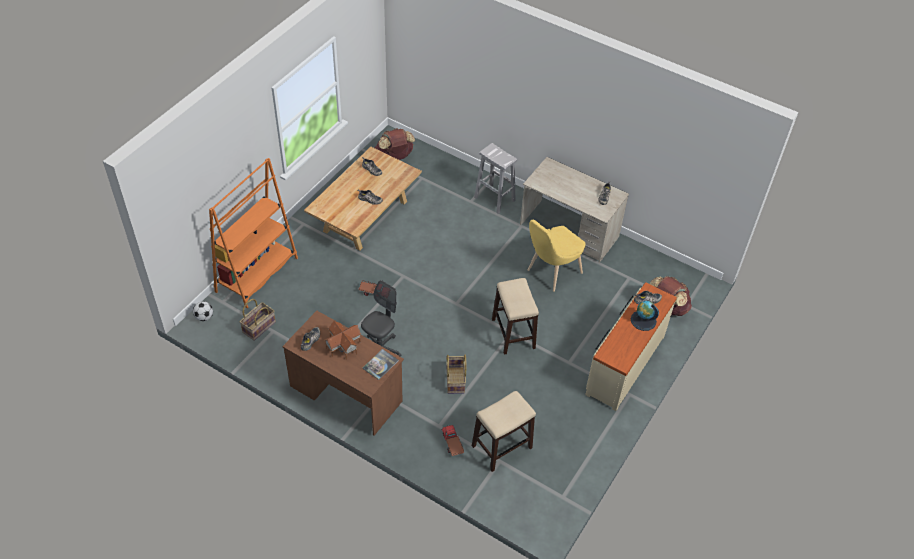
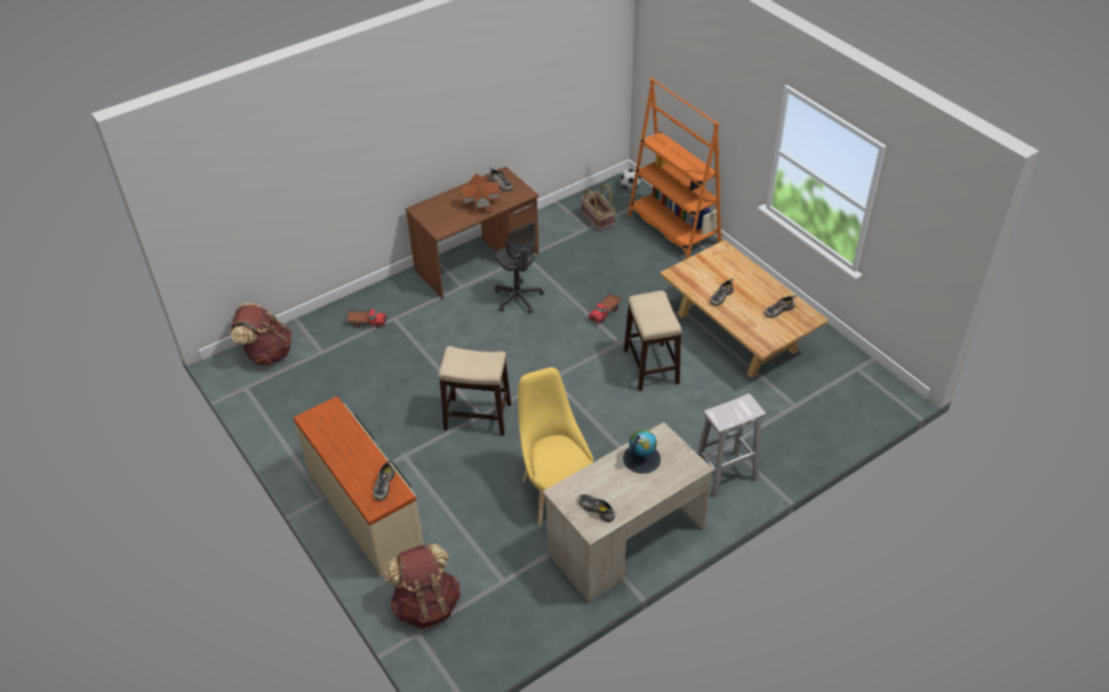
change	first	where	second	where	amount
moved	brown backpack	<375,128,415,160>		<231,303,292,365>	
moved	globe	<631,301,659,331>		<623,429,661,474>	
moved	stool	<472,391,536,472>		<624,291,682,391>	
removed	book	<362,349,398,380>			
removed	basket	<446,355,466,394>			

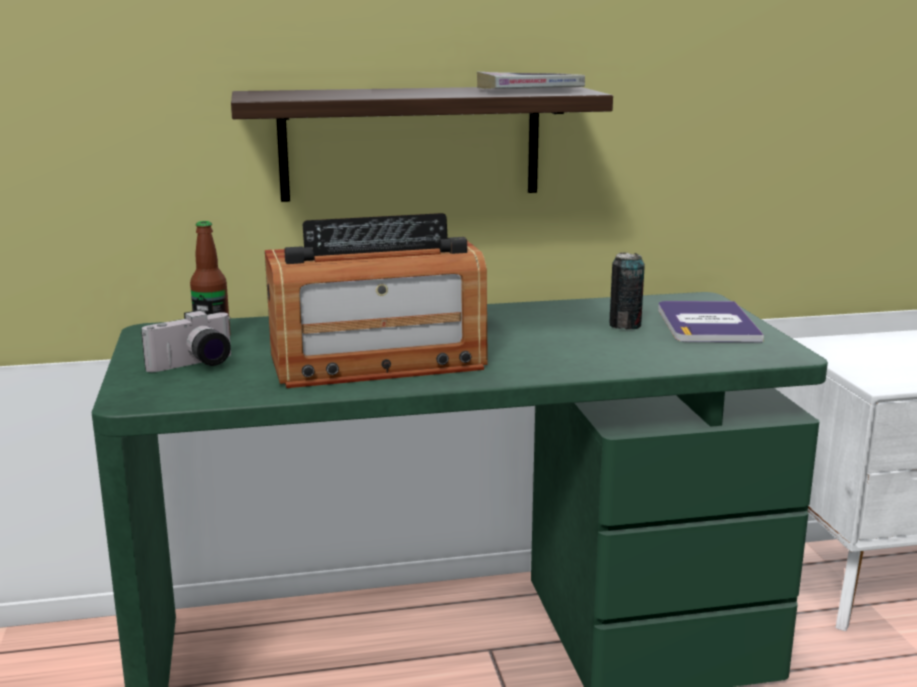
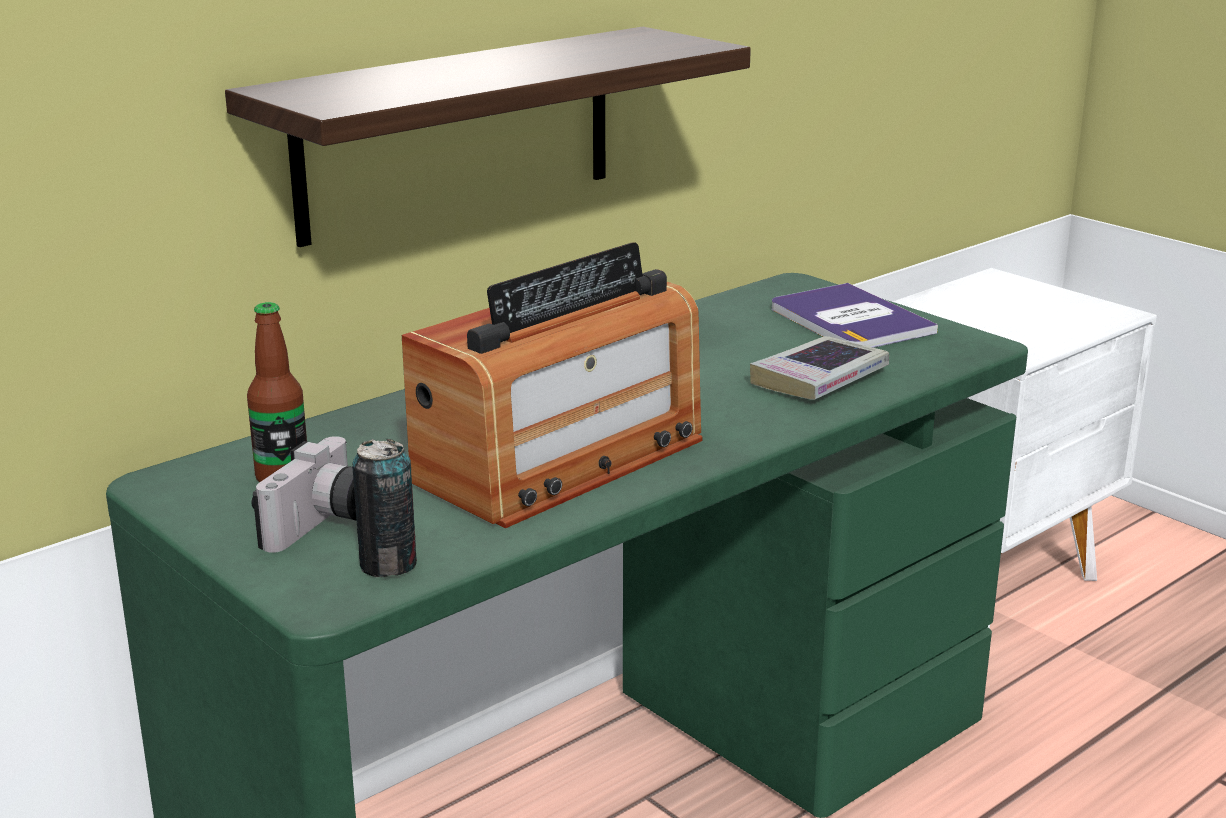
change	first	where	second	where	amount
moved	can	<609,252,645,329>		<353,439,417,577>	
moved	book	<477,71,585,89>		<750,336,889,400>	

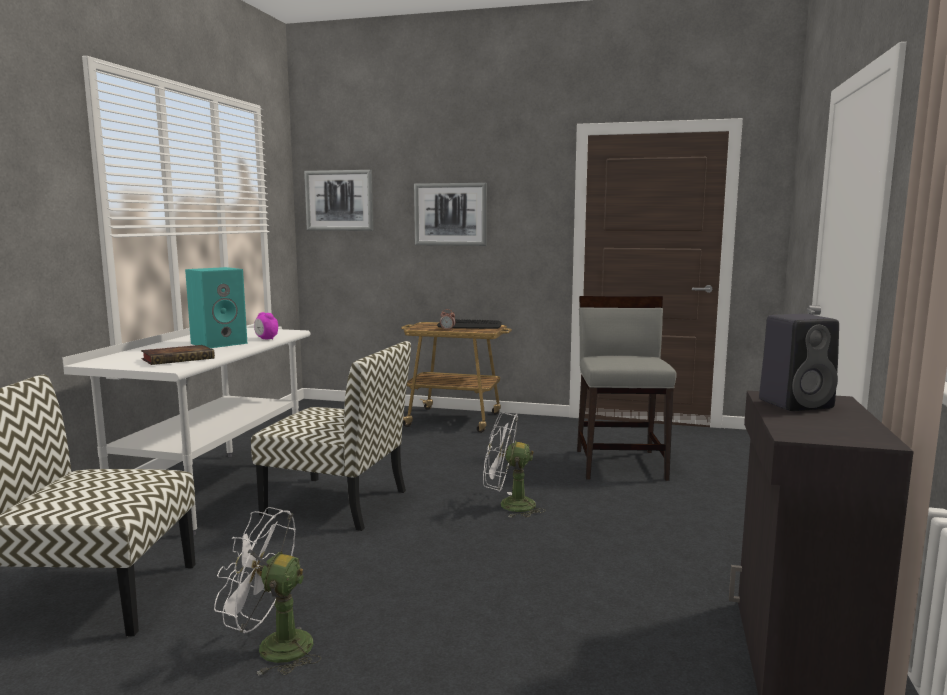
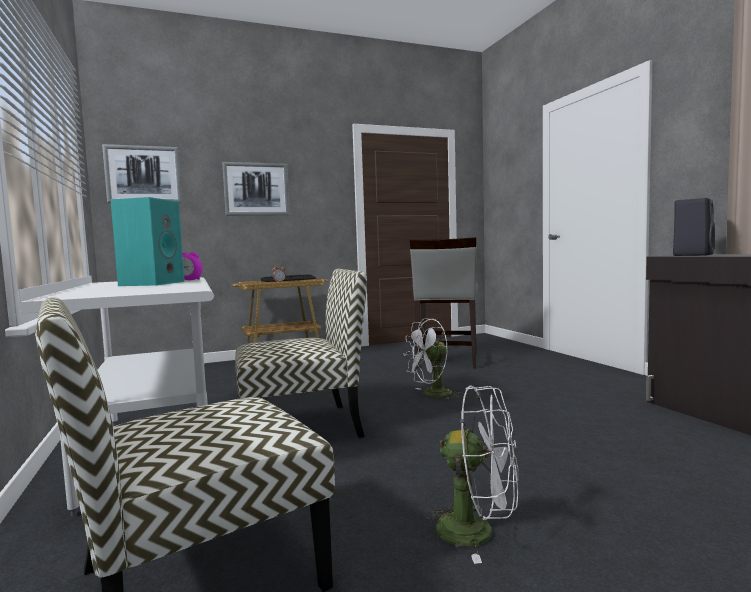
change	first	where	second	where	amount
turned	grey chair	<577,296,677,481>		<410,237,478,369>	135 degrees counterclockwise
turned	white fan	<214,507,321,676>		<424,385,519,564>	135 degrees counterclockwise
removed	book	<141,345,215,365>			

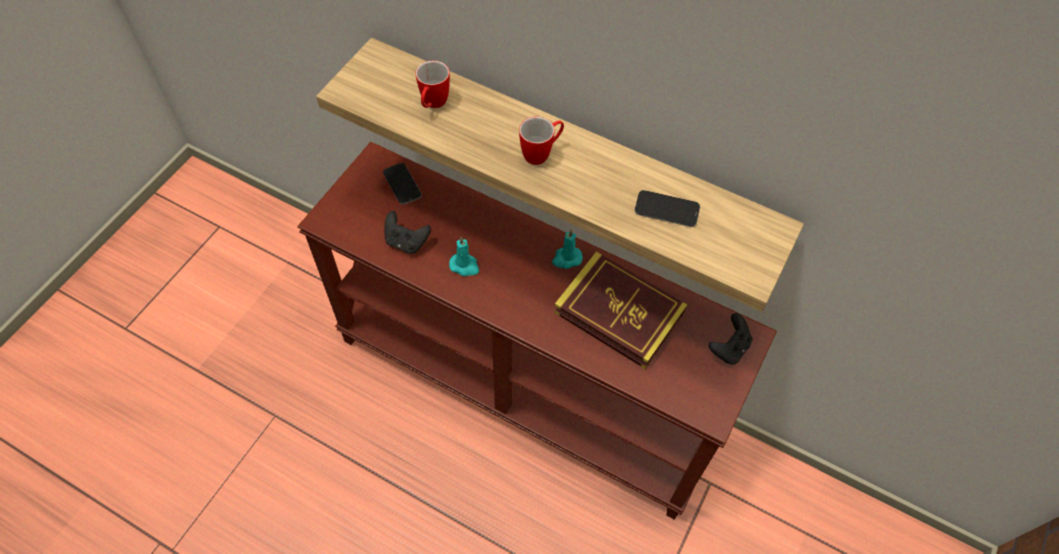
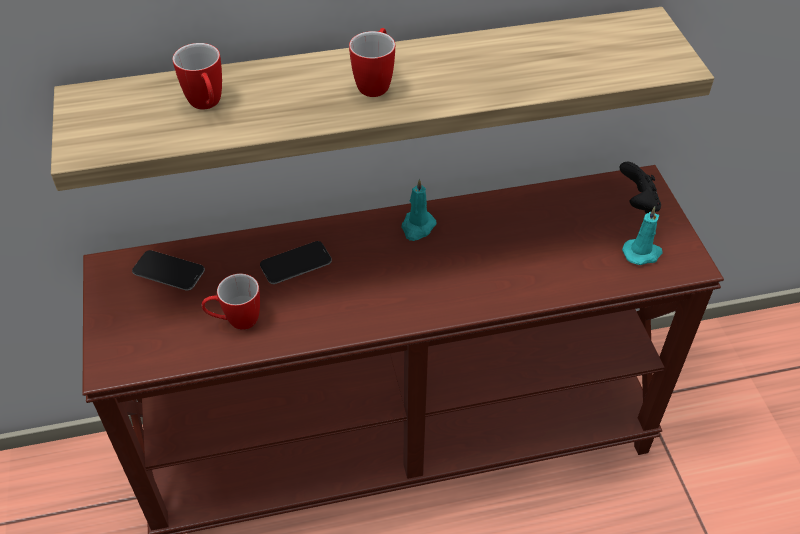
change	first	where	second	where	amount
replaced	black game controller	<385,211,431,254>	mug	<202,274,260,330>	
moved	phone	<635,190,700,227>		<260,241,332,284>	
moved	turquoise candle	<449,237,479,276>		<622,207,663,265>	
removed	book	<554,252,687,369>			

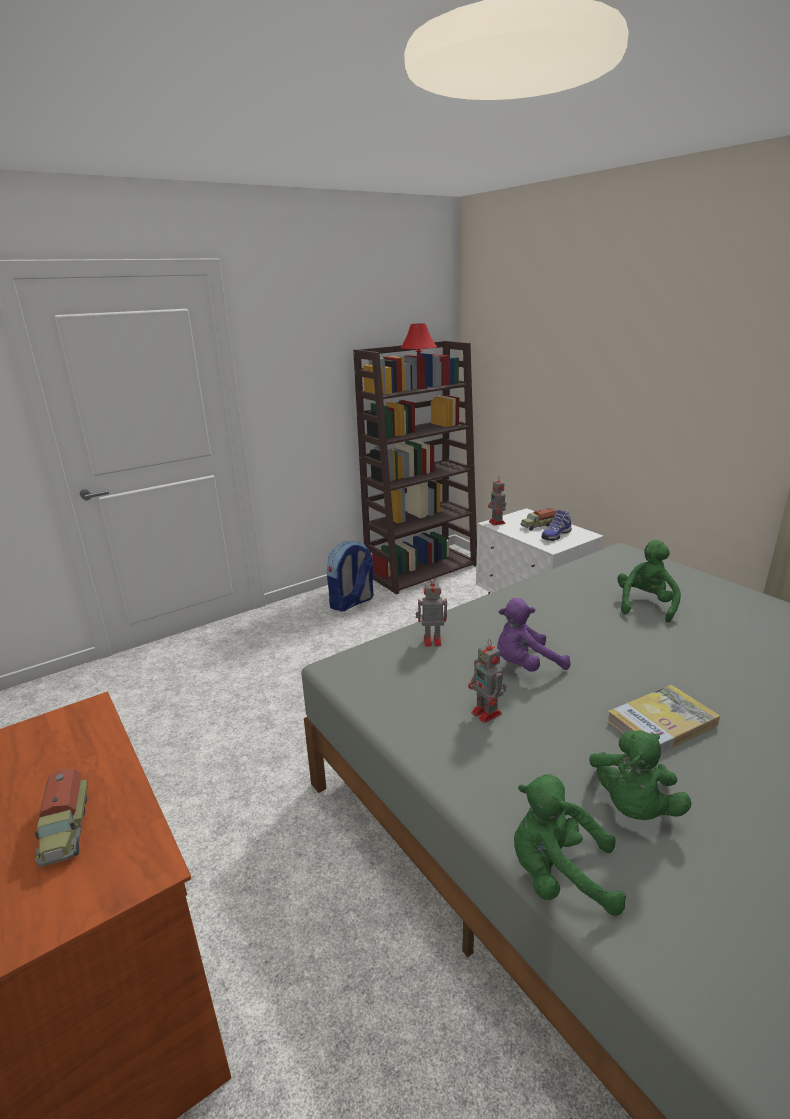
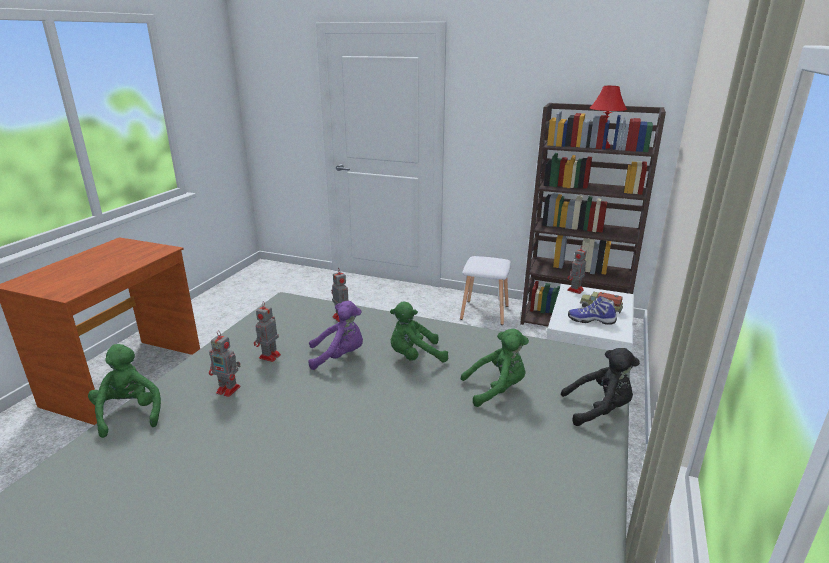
change	first	where	second	where	amount
added			toy robot	<209,331,241,397>	
turned	purple plush toy	<497,598,570,672>		<309,301,363,370>	135 degrees clockwise
moved	green plush toy	<589,730,691,820>		<390,302,448,362>	
replaced	backpack	<327,541,373,611>	white stool	<460,256,511,325>	
added			black plush toy	<560,348,640,426>	
removed	toy truck	<35,769,88,866>			
removed	book	<607,685,720,753>			

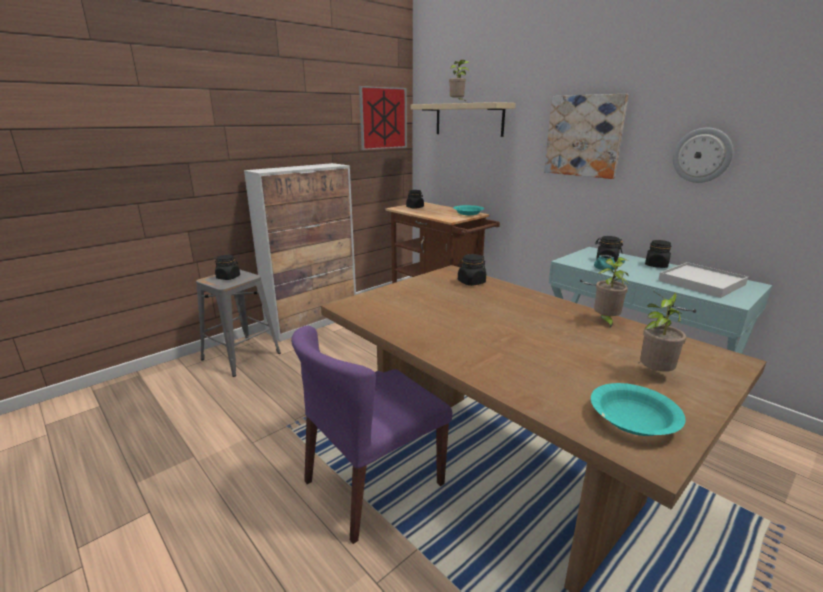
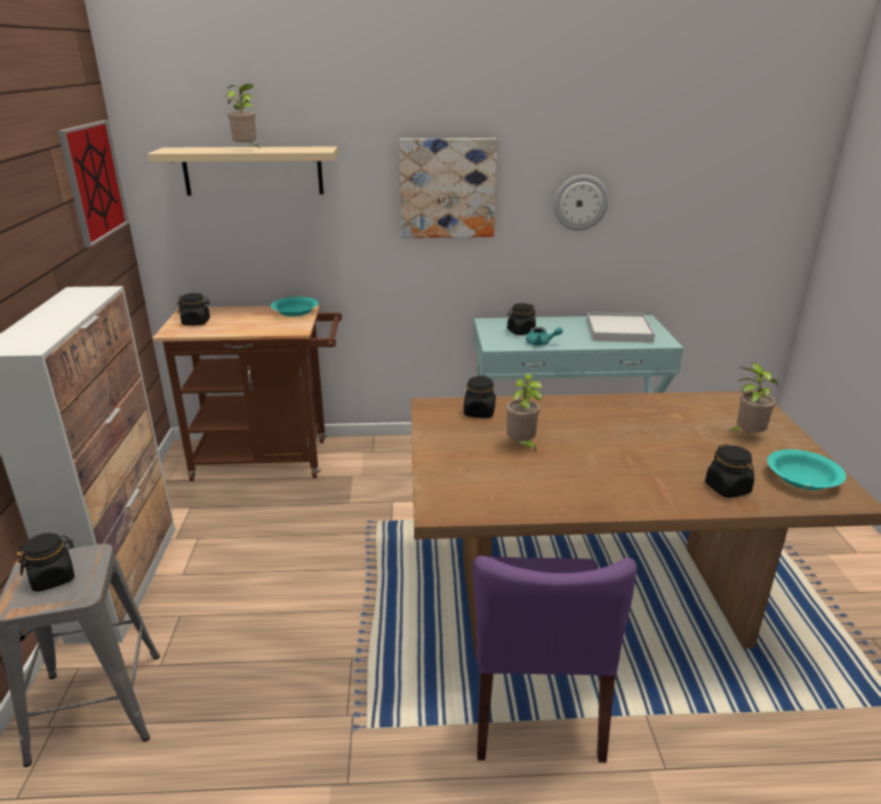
change	first	where	second	where	amount
moved	potted plant	<594,257,629,328>		<506,374,543,452>	
moved	black jar	<645,240,671,268>		<705,444,754,498>	

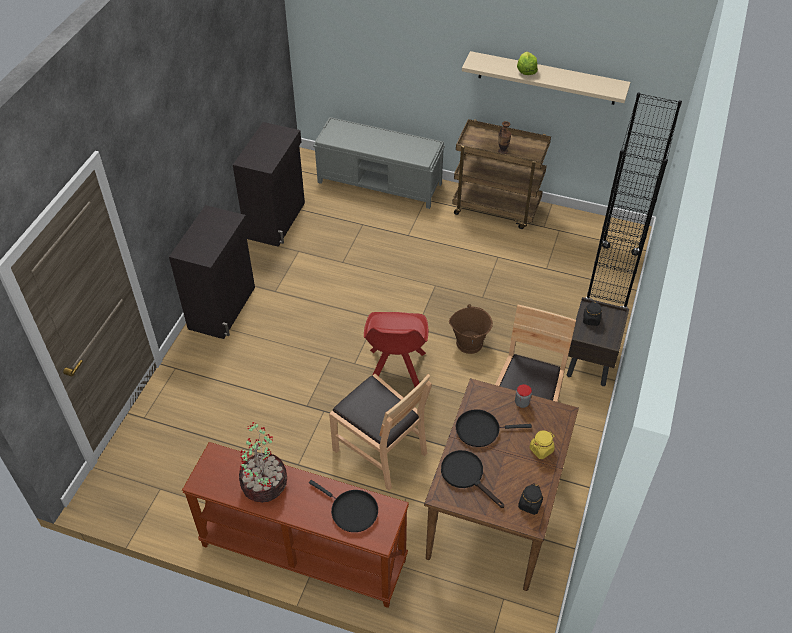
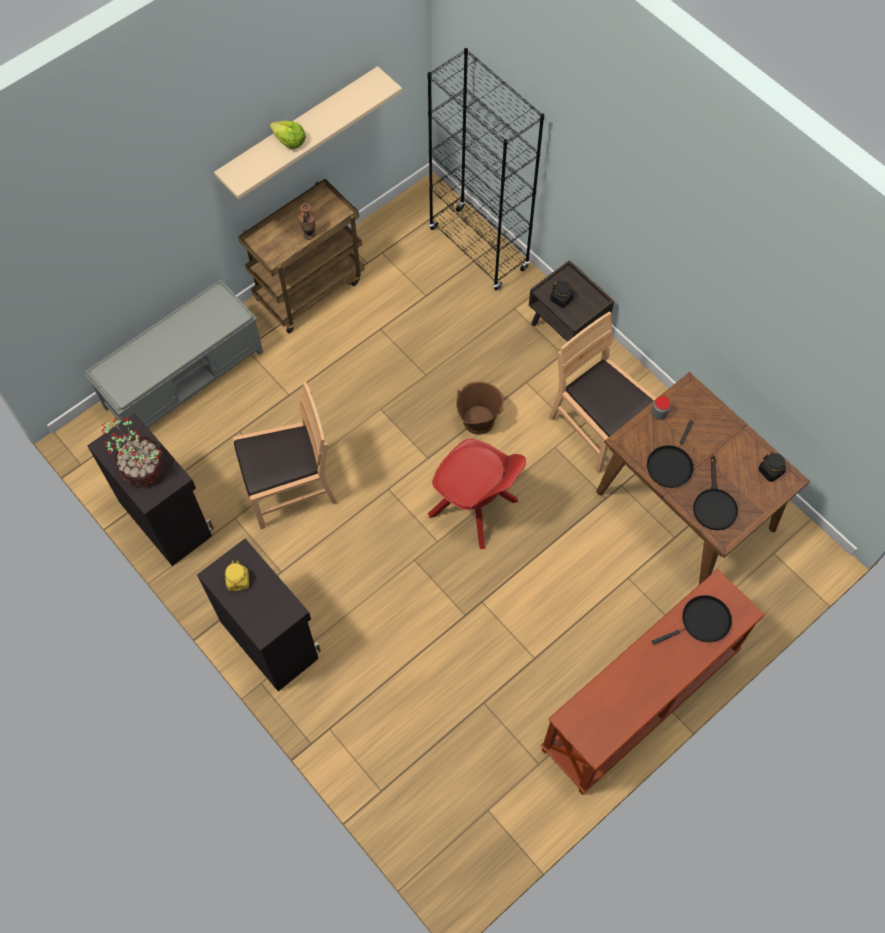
change	first	where	second	where	amount
moved	potted plant	<239,422,287,503>		<102,417,165,488>	
moved	yellow jar	<530,431,555,459>		<225,560,249,591>	
moved	brown chair	<329,374,432,491>		<233,382,337,529>	
turned	black frying pan	<441,450,504,508>		<693,455,738,530>	75 degrees counterclockwise

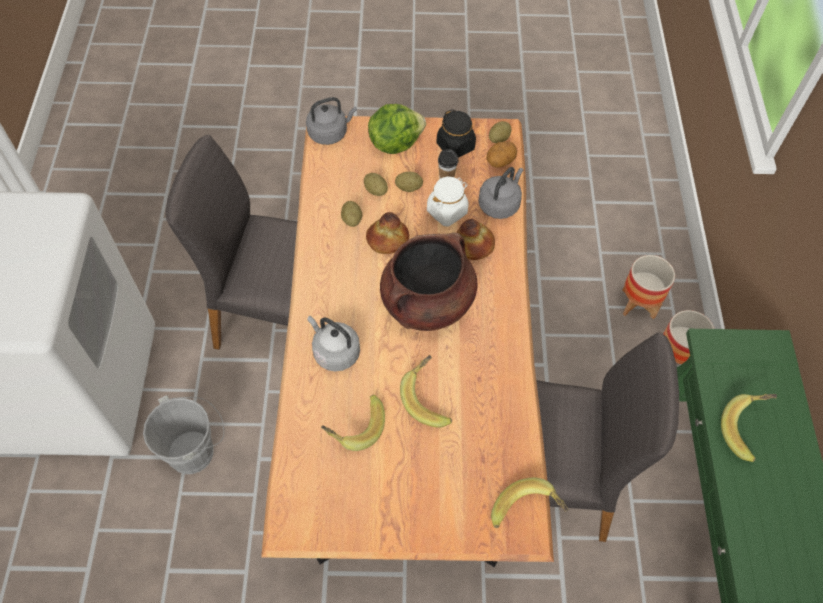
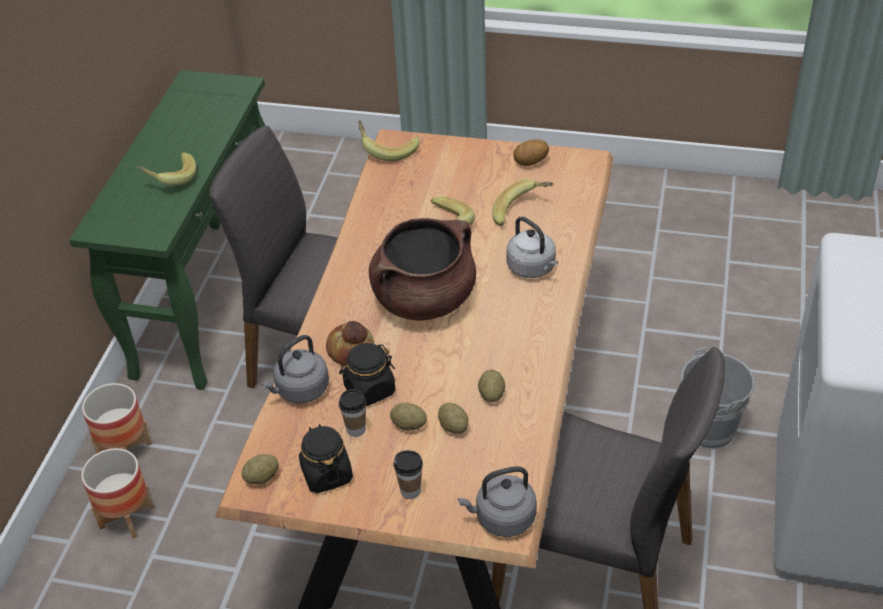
change	first	where	second	where	amount
recoloured	white jar	<427,177,469,226>	black jar	<339,343,395,406>	
replaced	lettuce	<368,104,426,154>	cup	<393,450,423,499>	
moved	potato	<487,142,517,168>		<513,139,549,166>	
removed	bread	<366,212,409,254>			

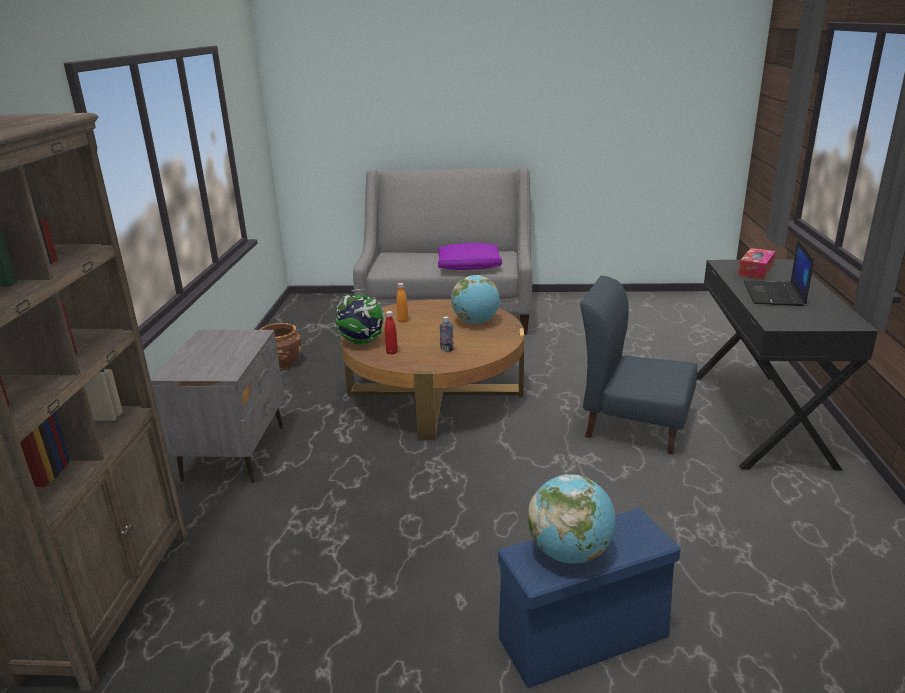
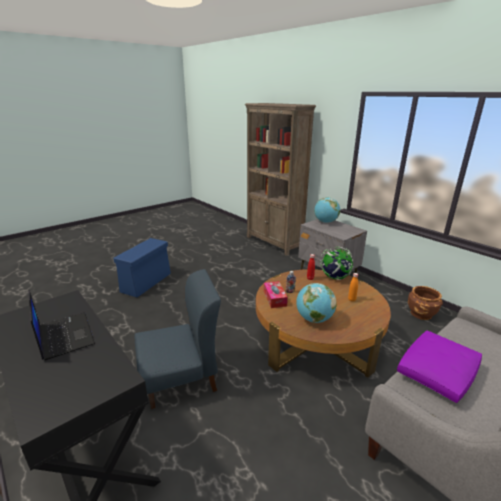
change	first	where	second	where	amount
moved	tissue box	<738,248,776,279>		<264,281,288,308>	
moved	globe	<528,474,616,564>		<314,197,340,223>	

